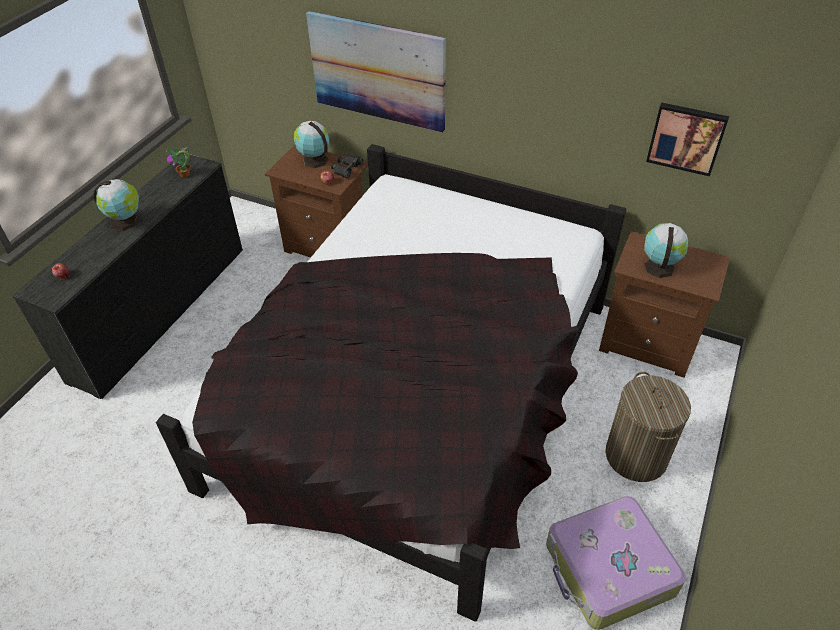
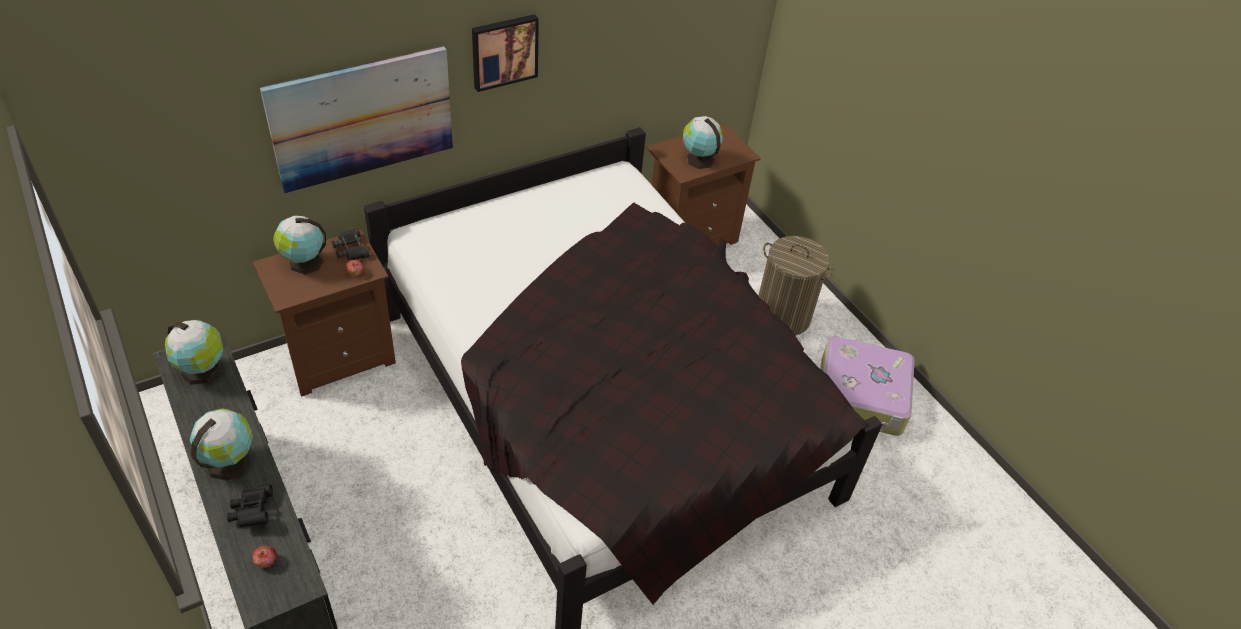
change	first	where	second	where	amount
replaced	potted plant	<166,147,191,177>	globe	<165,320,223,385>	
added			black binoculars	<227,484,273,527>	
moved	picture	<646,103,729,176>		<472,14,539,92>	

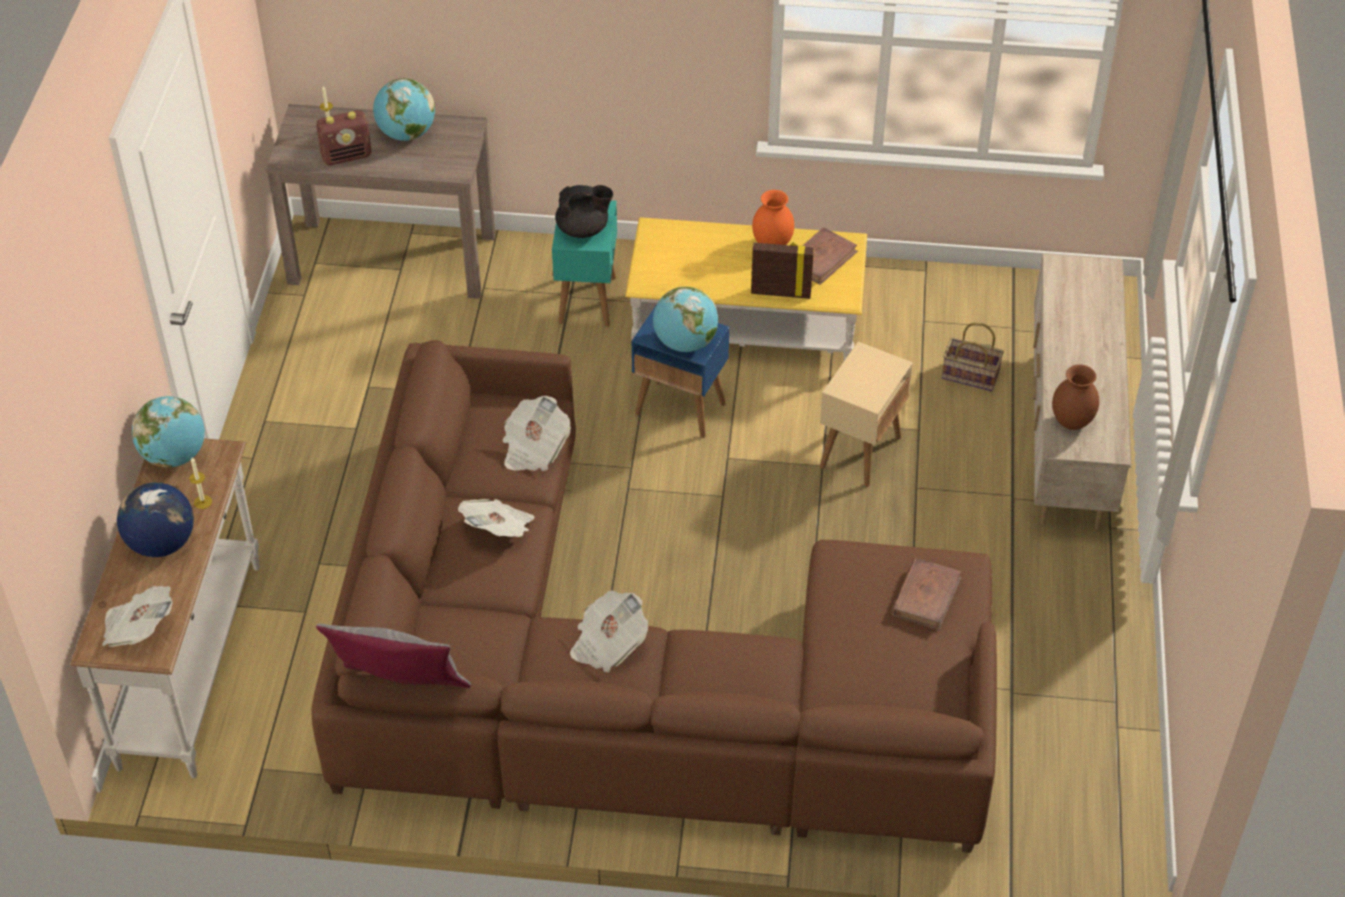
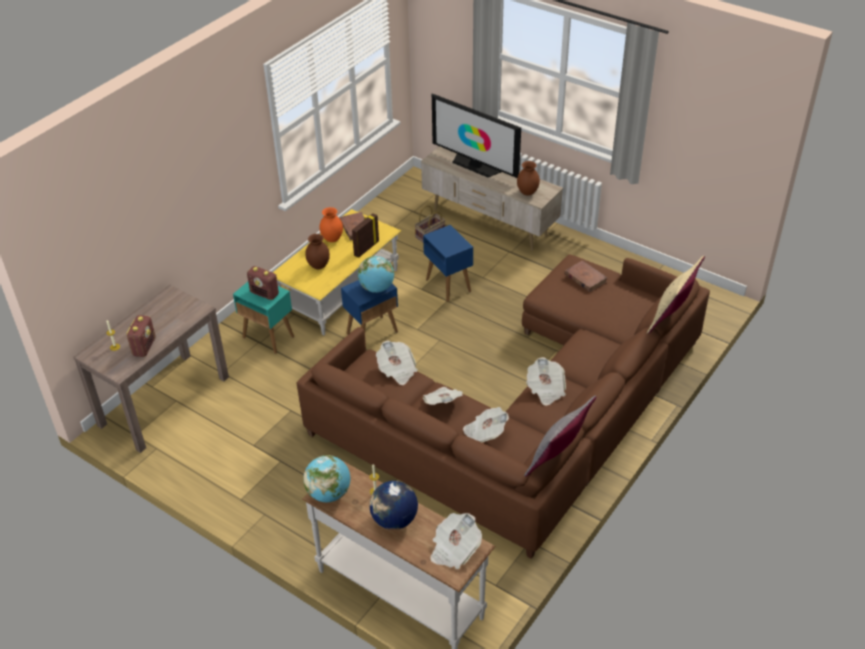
change	first	where	second	where	amount
replaced	black teapot	<555,185,613,238>	radio	<247,266,279,300>	
added			brown vase	<305,234,330,269>	
recoloured	beige side table	<820,342,913,487>	blue side table	<423,225,473,302>	
added			television	<432,93,521,178>	
added			newspaper	<463,407,509,442>	
added			beige pillow	<647,255,705,334>	
removed	globe	<373,78,435,141>			

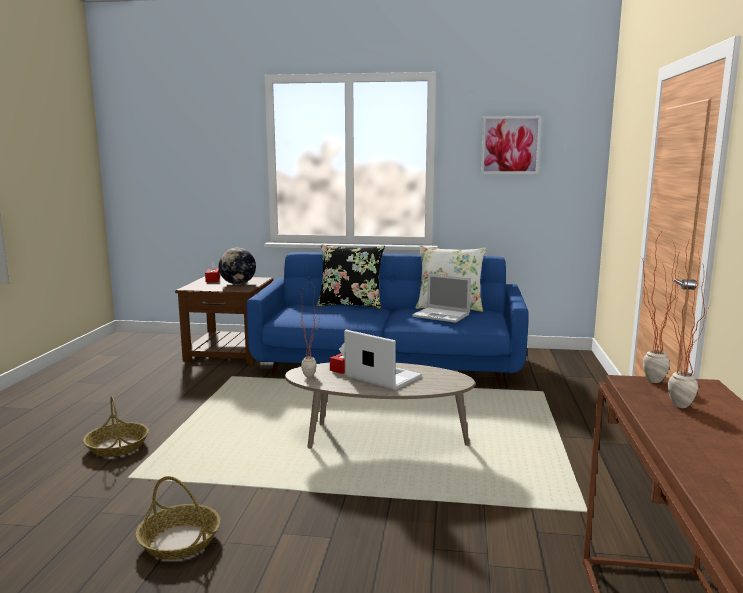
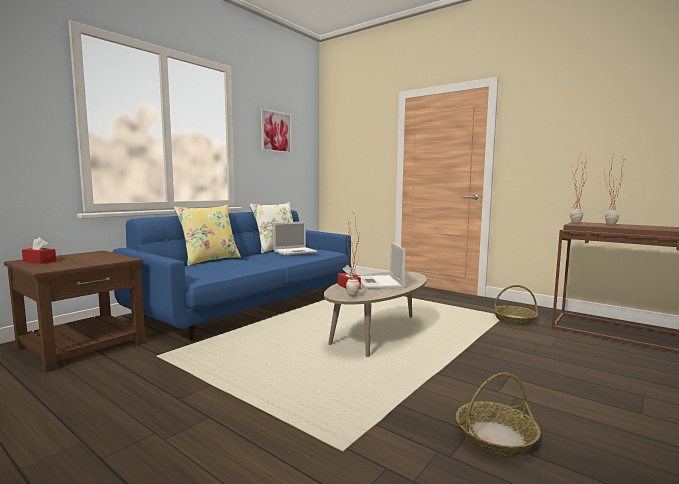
change	first	where	second	where	amount
recoloured	black pillow	<317,244,385,309>	yellow pillow	<174,205,241,266>	
turned	laptop	<344,330,422,390>		<358,242,406,289>	75 degrees counterclockwise
moved	basket	<83,396,149,457>		<493,285,538,325>	
removed	globe	<218,248,256,285>			

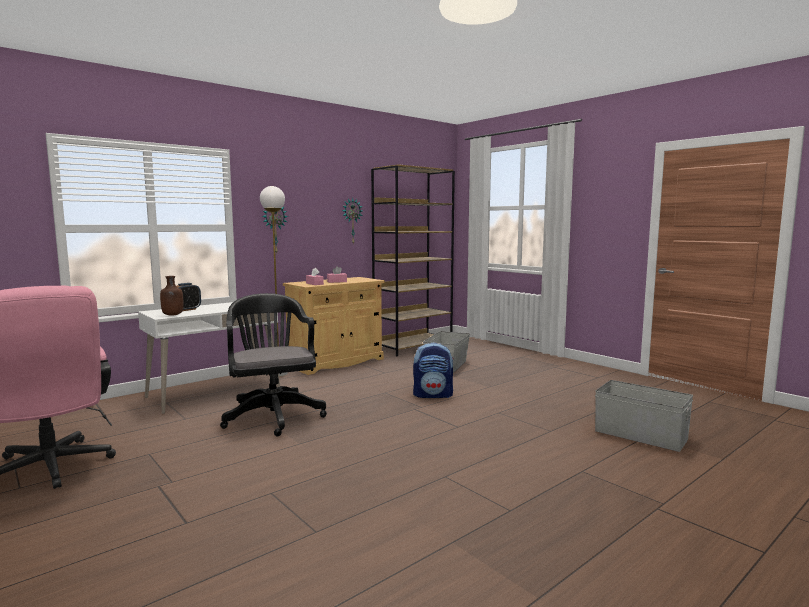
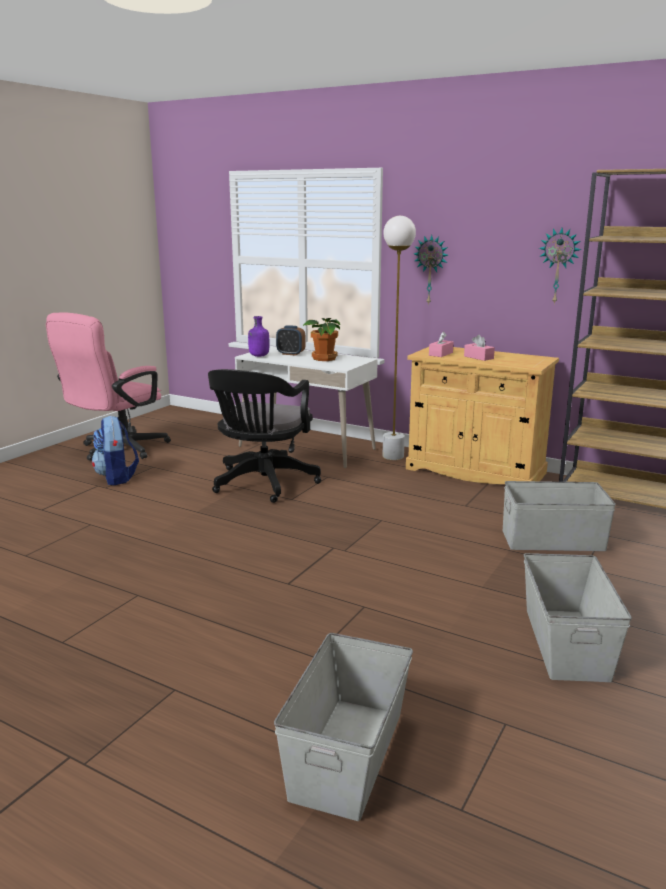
change	first	where	second	where	amount
moved	backpack	<413,343,454,398>		<92,416,139,485>	
turned	black office chair	<220,293,327,436>		<208,369,321,503>	150 degrees clockwise
recoloured	brown bottle	<160,276,184,316>	purple bottle	<248,316,269,357>	
added			potted plant	<303,318,340,361>	
added			grey storage box	<524,553,632,682>	

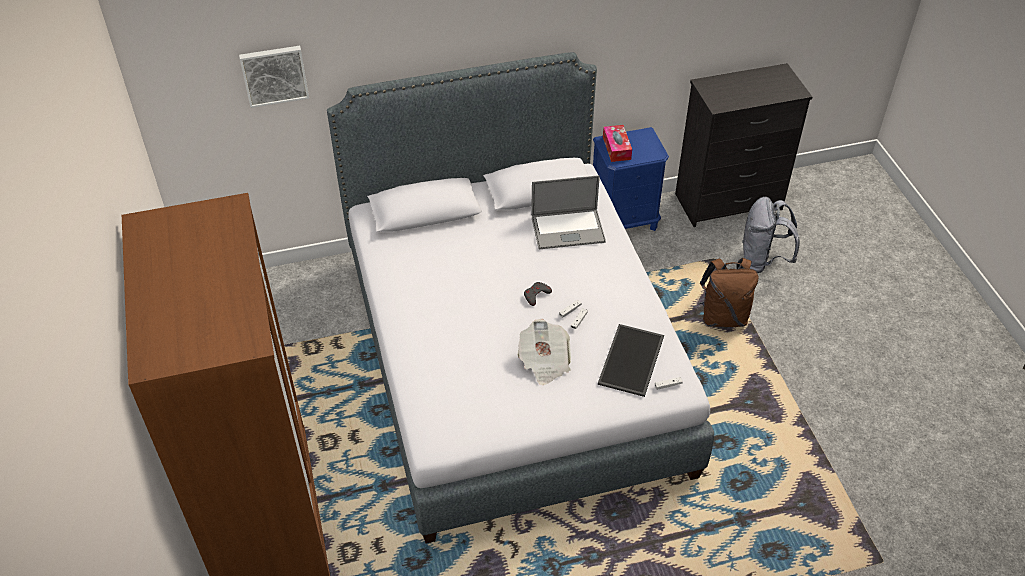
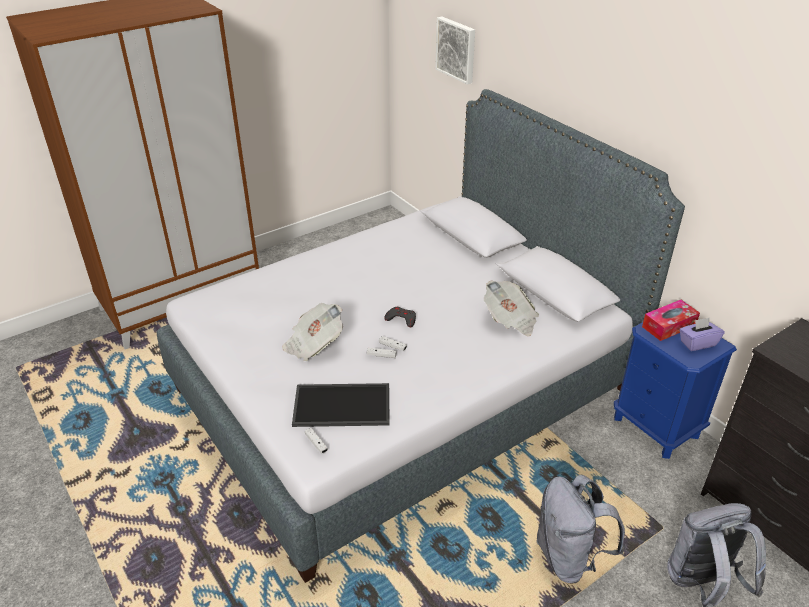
change	first	where	second	where	amount
replaced	laptop	<531,175,606,249>	newspaper	<484,280,539,336>	
recoloured	brown backpack	<699,258,758,327>	grey backpack	<536,475,625,583>	
added			purple tissue box	<679,318,724,351>	

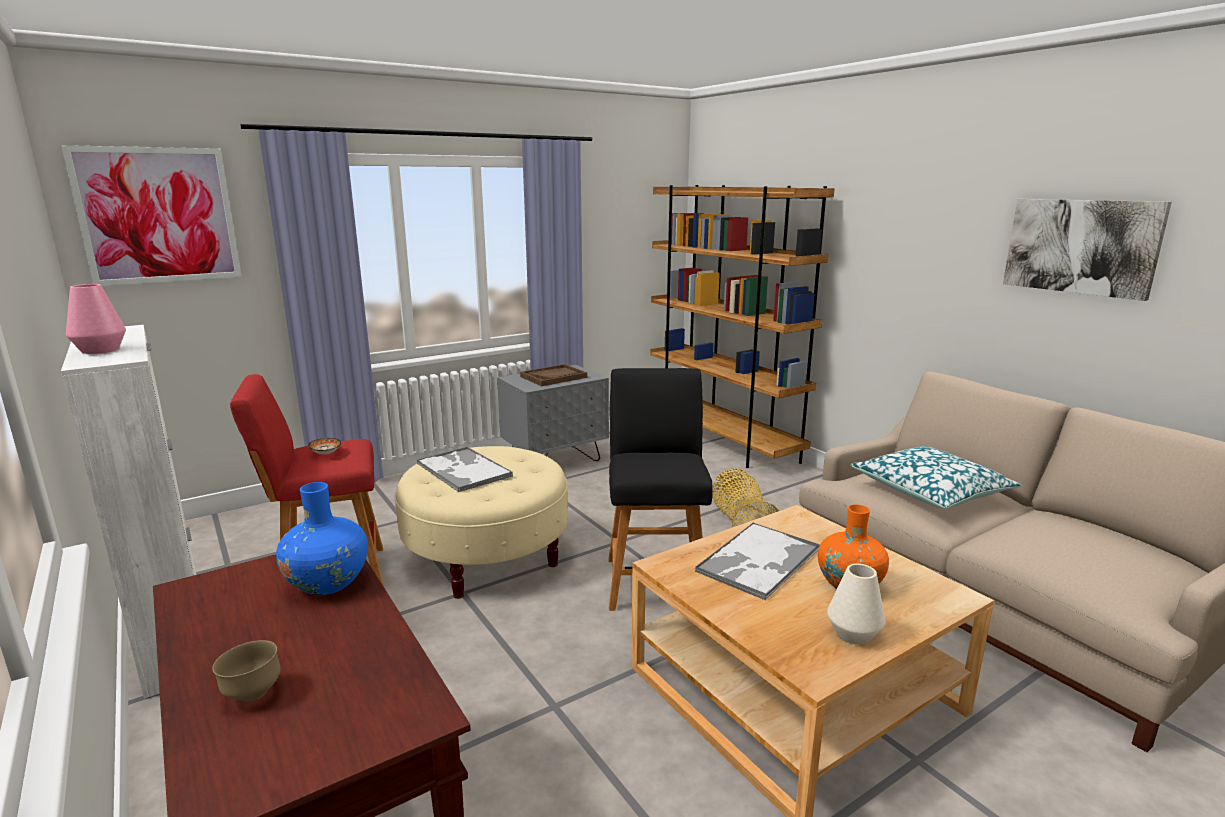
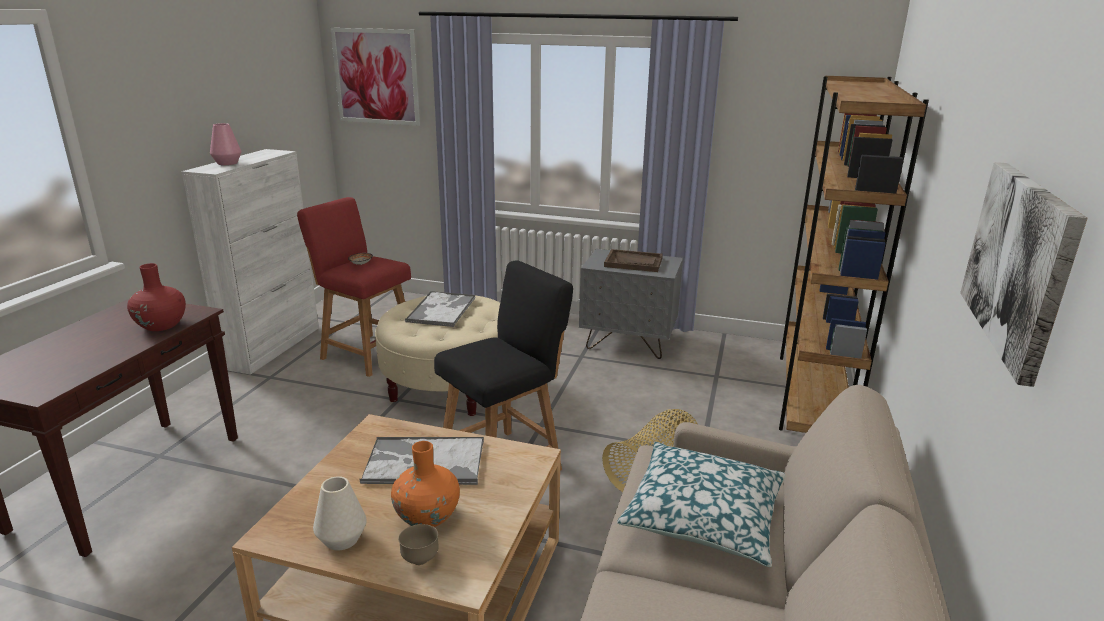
change	first	where	second	where	amount
recoloured	blue vase	<276,482,368,595>	red vase	<127,263,186,331>	
moved	brown bowl	<212,640,281,701>		<398,524,439,565>	

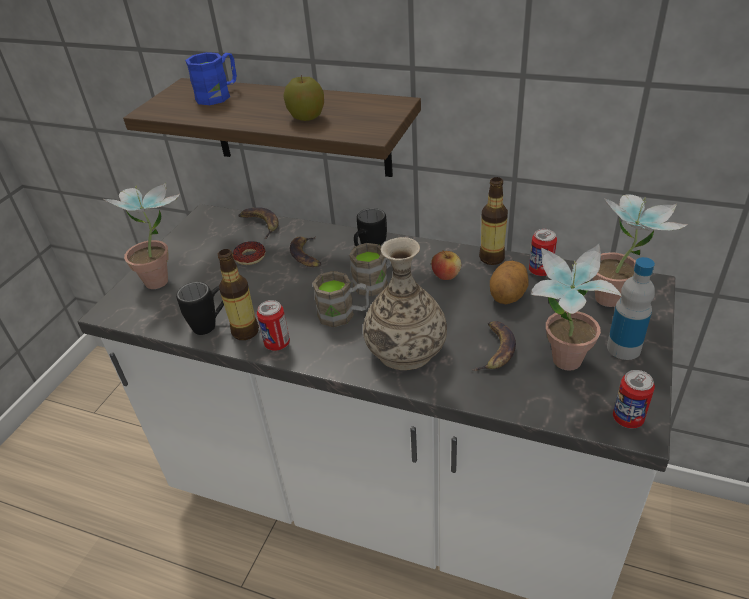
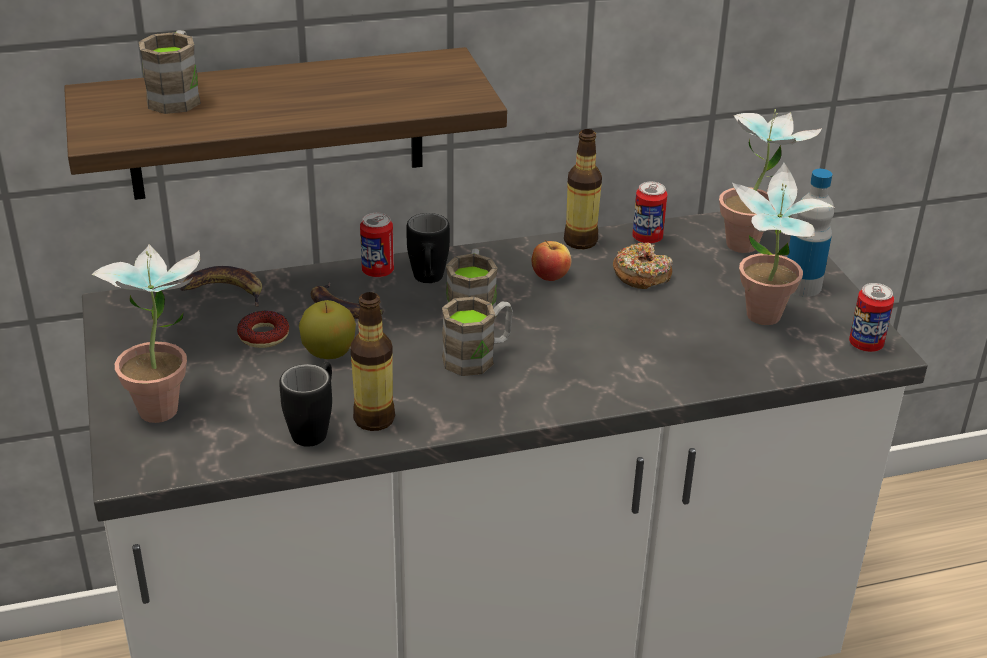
change	first	where	second	where	amount
recoloured	blue mug	<185,52,237,105>	brown mug	<139,30,201,114>	
moved	apple	<284,75,324,121>		<299,300,356,359>	
moved	can	<257,300,290,351>		<360,213,394,278>	
replaced	potato	<490,261,529,304>	donut	<613,242,673,289>	
removed	vase	<363,237,447,370>			
removed	banana	<473,321,516,371>			

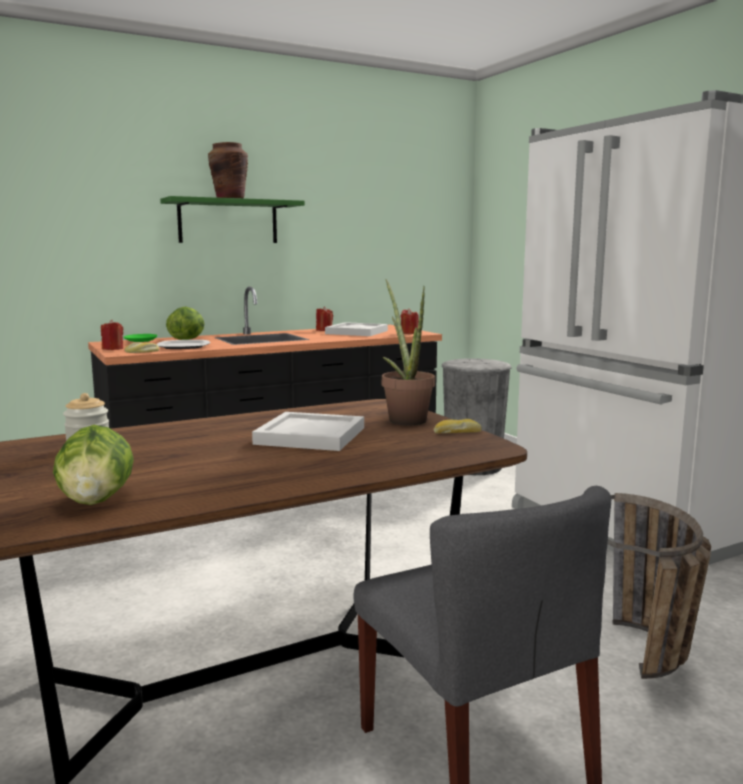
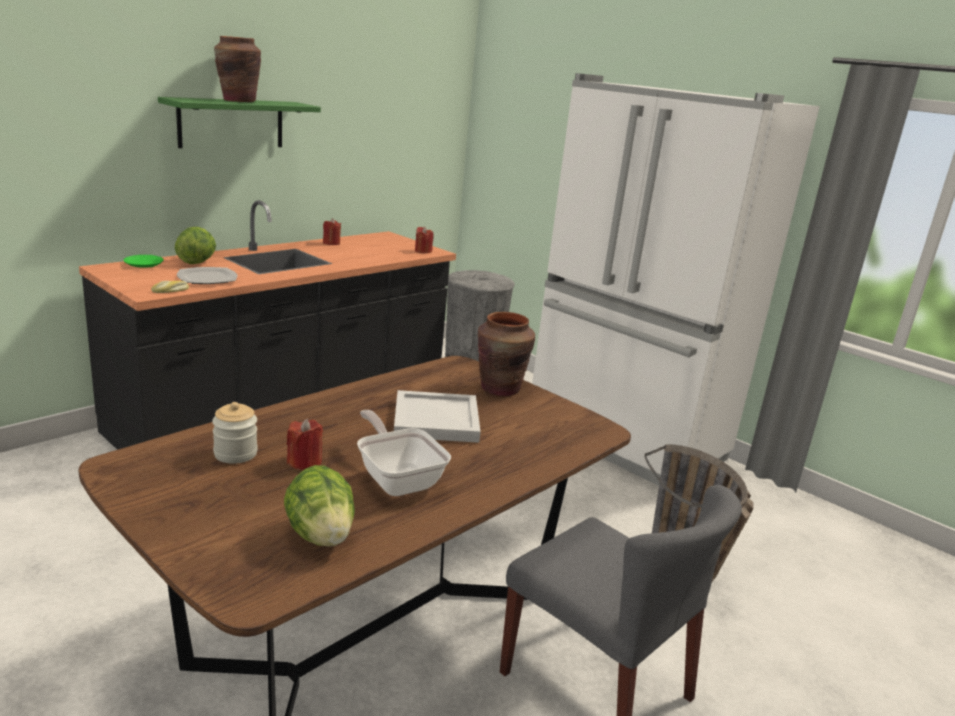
change	first	where	second	where	amount
moved	red candle	<101,320,123,350>		<287,419,323,470>	
added			frying pan	<357,410,451,496>	
replaced	potted plant	<382,279,435,426>	brown vase	<477,312,535,397>	
removed	white tray	<325,322,388,336>			
removed	bread	<434,419,482,433>			

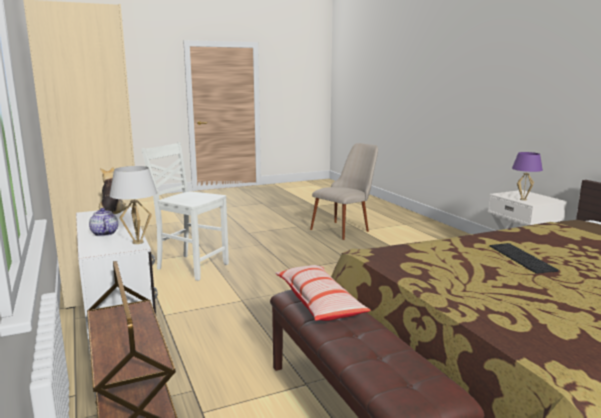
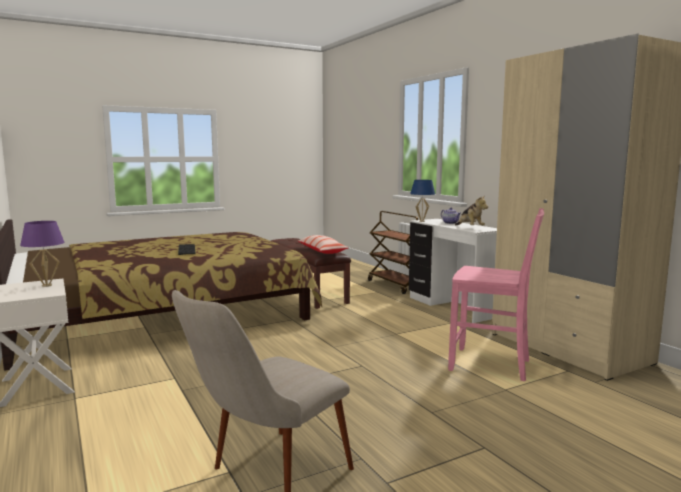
change	first	where	second	where	amount
recoloured	white table lamp	<109,166,157,244>	blue table lamp	<410,180,435,222>	
recoloured	white chair	<141,142,229,281>	pink chair	<448,208,544,381>	

